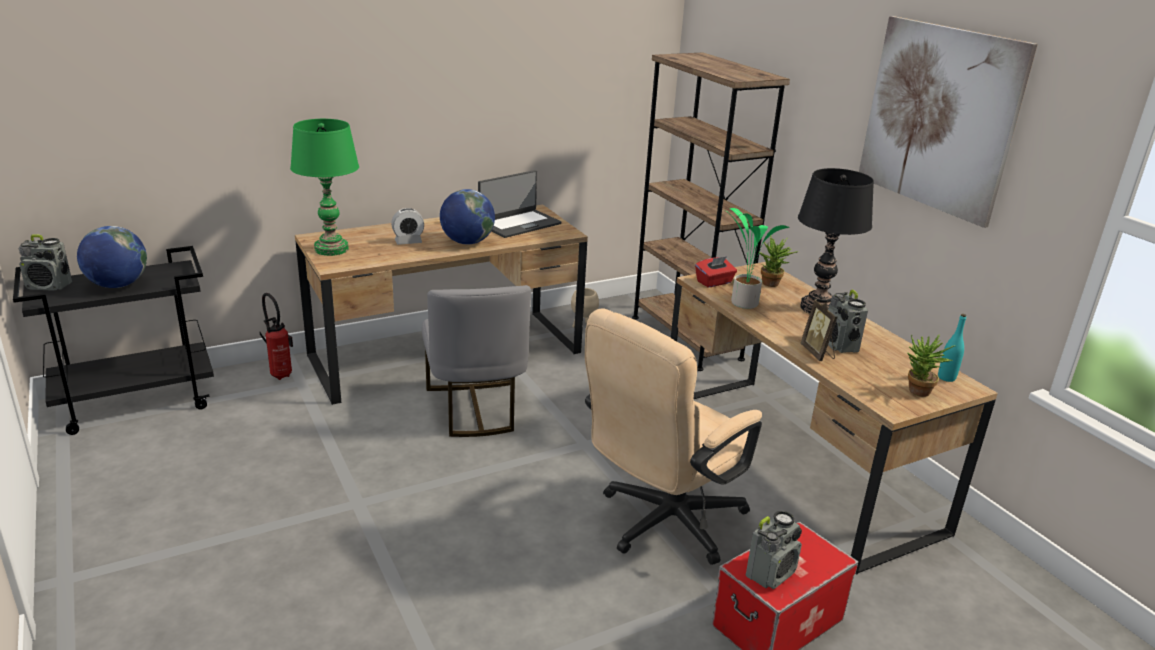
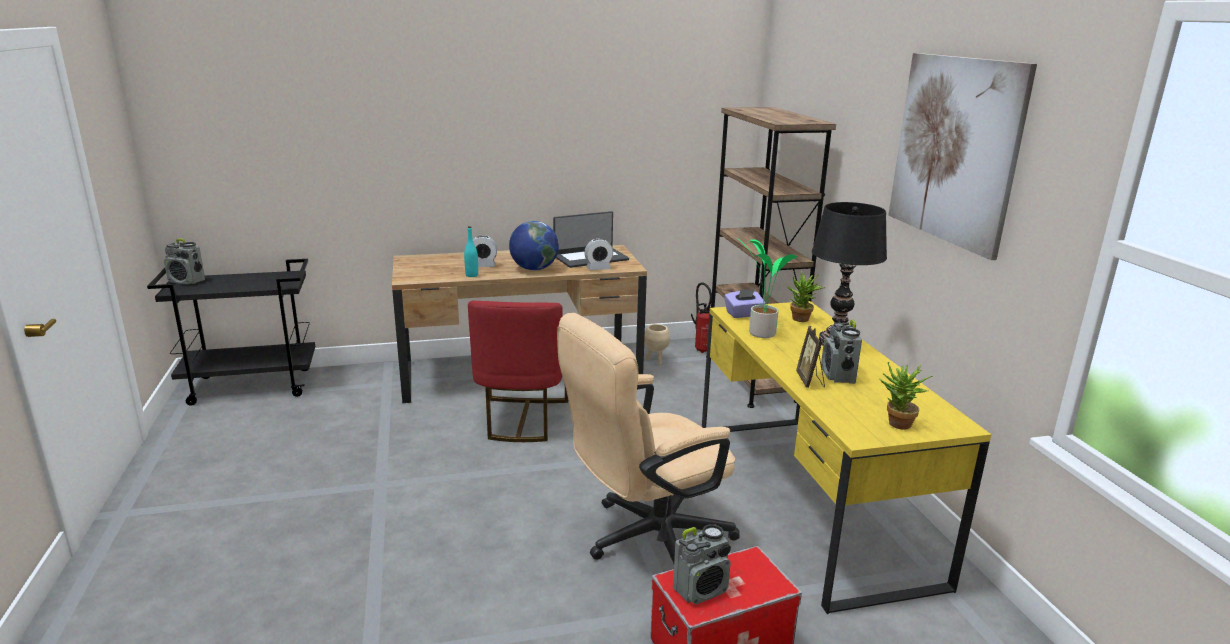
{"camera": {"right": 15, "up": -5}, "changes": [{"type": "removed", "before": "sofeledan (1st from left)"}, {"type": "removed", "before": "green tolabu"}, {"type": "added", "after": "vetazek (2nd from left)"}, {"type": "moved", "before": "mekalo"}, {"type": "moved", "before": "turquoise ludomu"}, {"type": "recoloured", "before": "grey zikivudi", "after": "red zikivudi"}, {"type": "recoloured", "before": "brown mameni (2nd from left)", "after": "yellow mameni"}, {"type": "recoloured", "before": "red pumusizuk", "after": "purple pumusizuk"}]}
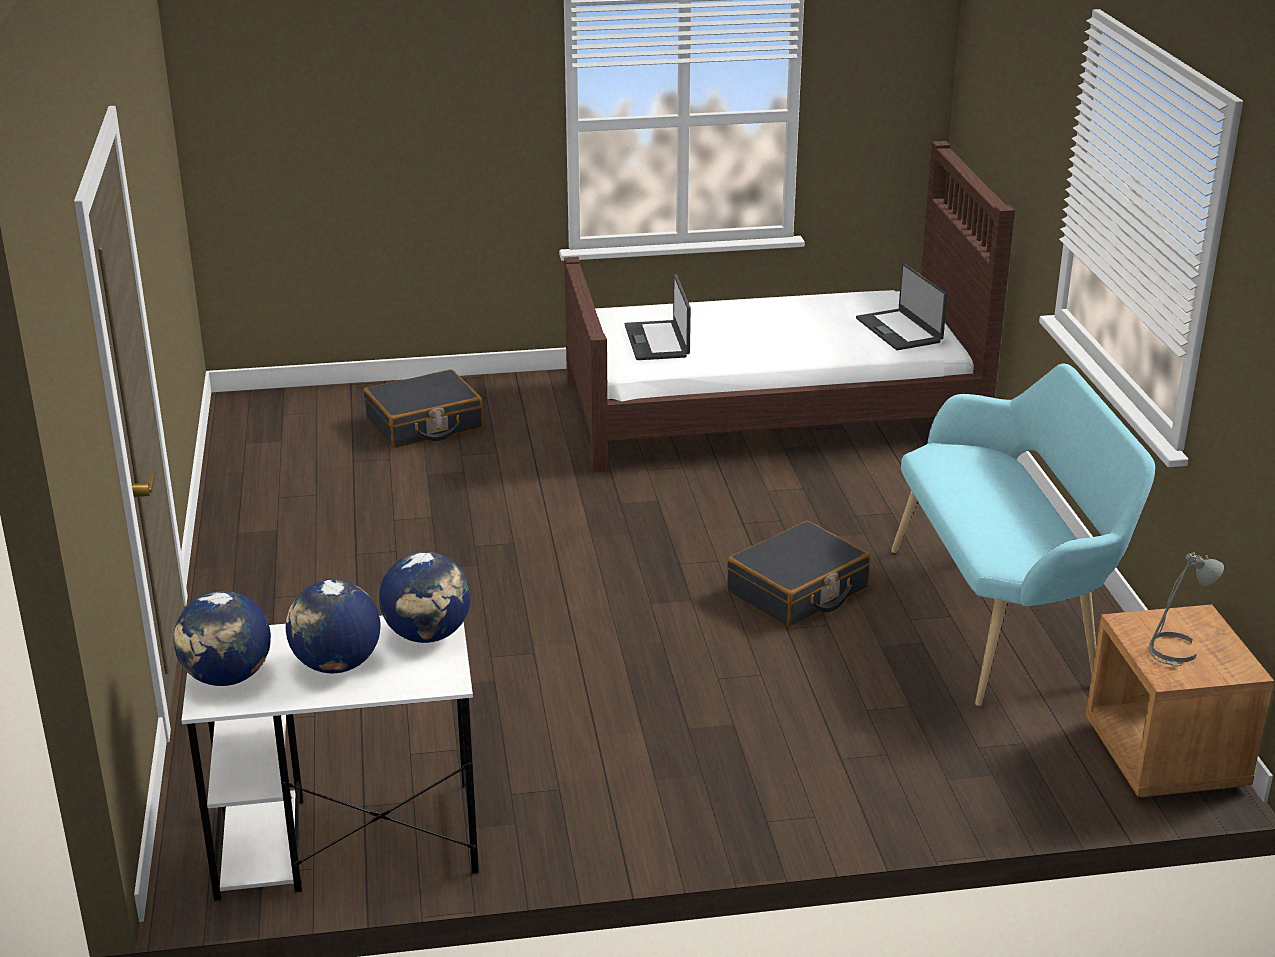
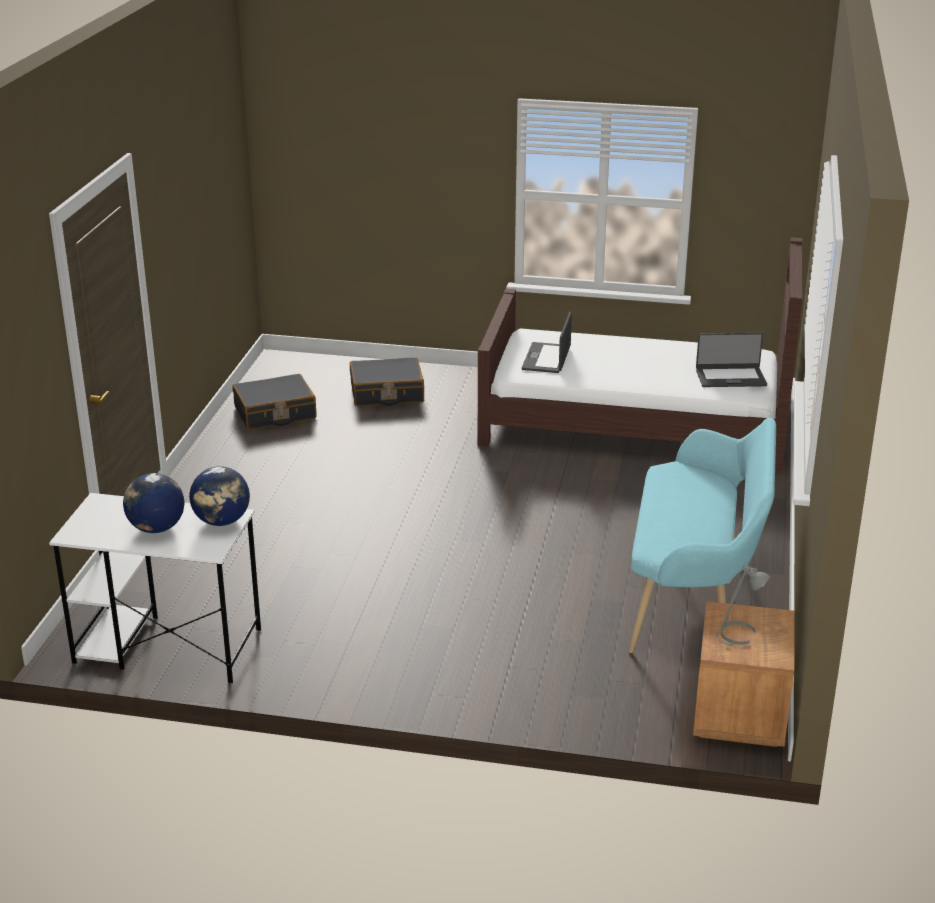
{"camera": {"right": 20, "up": 0}, "changes": [{"type": "removed", "before": "sofeledan (1st from left)"}, {"type": "moved", "before": "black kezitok (2nd from left in the first image)", "after": "black kezitok (1st from left)"}, {"type": "turned", "before": "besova (2nd from left)", "turn": -90}]}
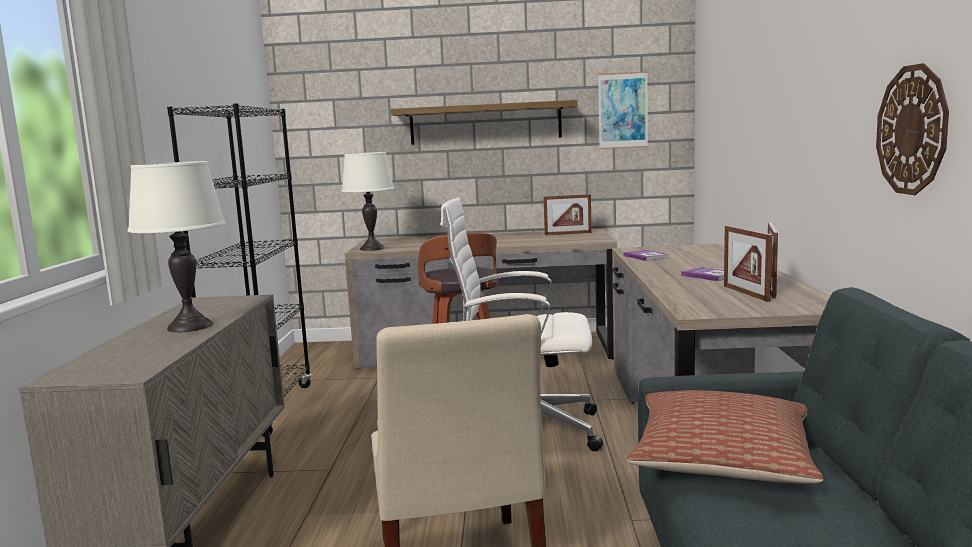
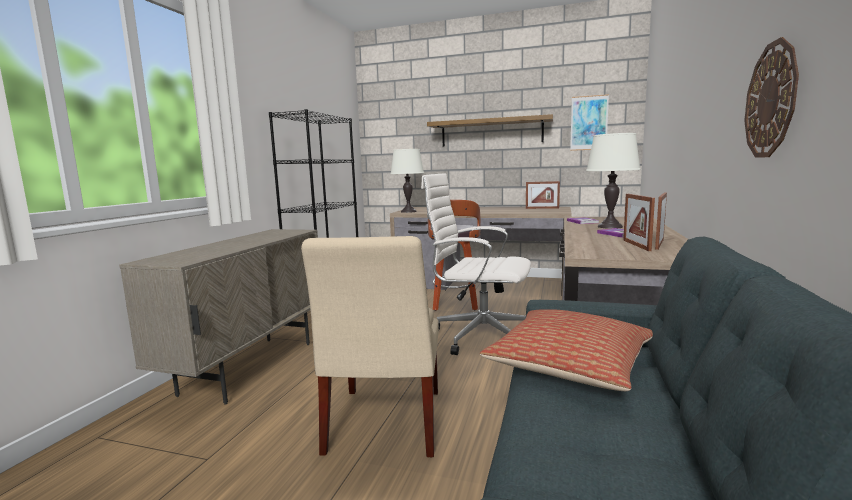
{"camera": {"right": 15, "up": 0}, "changes": [{"type": "moved", "before": "white tolabu (1st from left in the first image)", "after": "white tolabu (2nd from left)"}]}
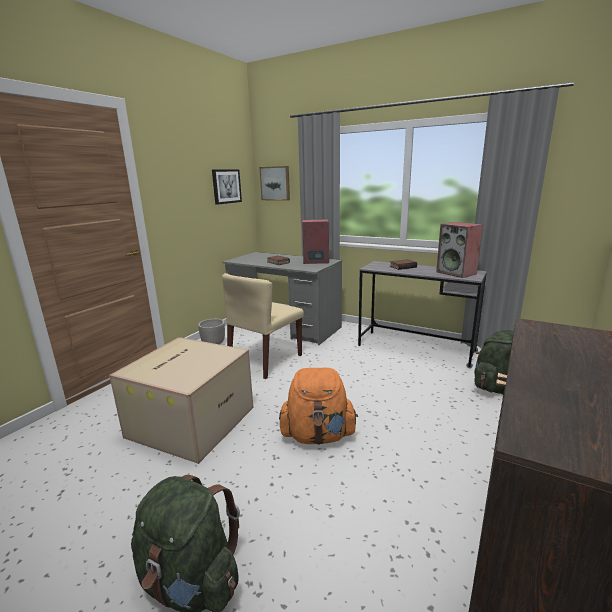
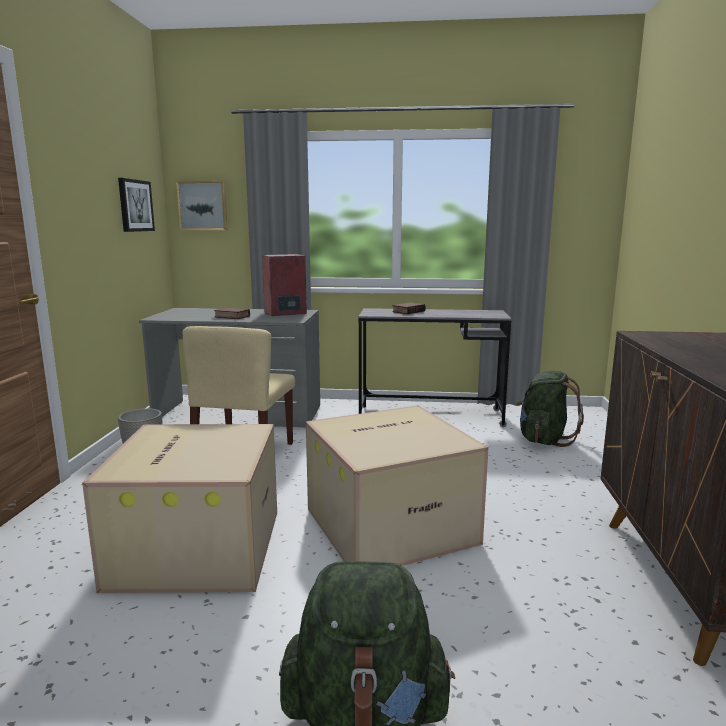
{"camera": {"right": -25, "up": -5}, "changes": [{"type": "removed", "before": "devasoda (2nd from left)"}, {"type": "replaced", "before": "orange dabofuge", "after": "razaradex (2nd from left)"}]}
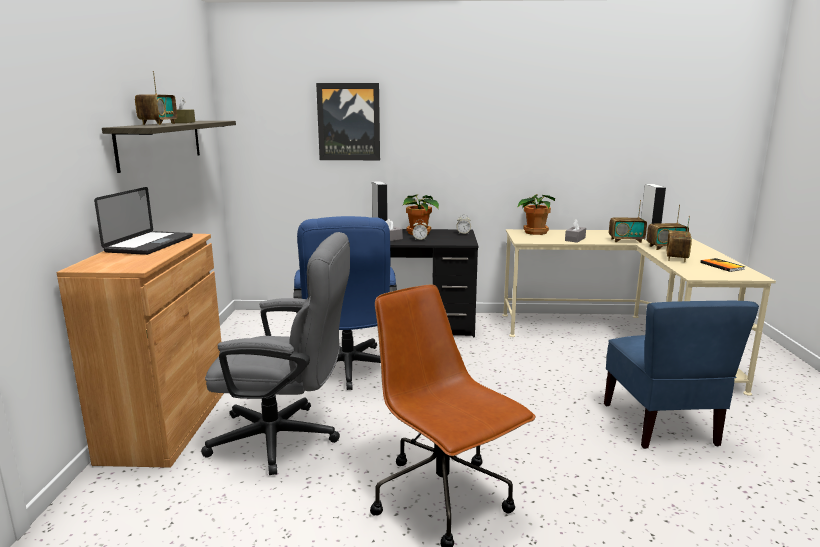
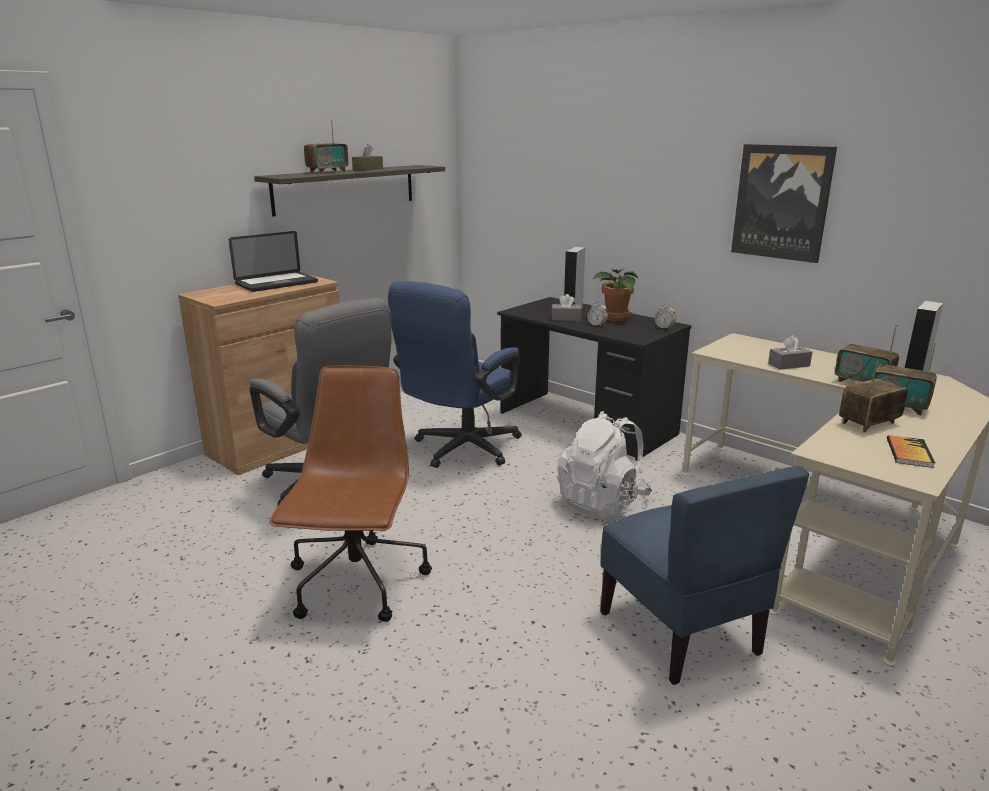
{"camera": {"right": 40, "up": 5}, "changes": [{"type": "removed", "before": "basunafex (2nd from left)"}, {"type": "added", "after": "white dabofuge"}, {"type": "moved", "before": "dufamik"}, {"type": "turned", "before": "blue zikivudi", "turn": -60}]}
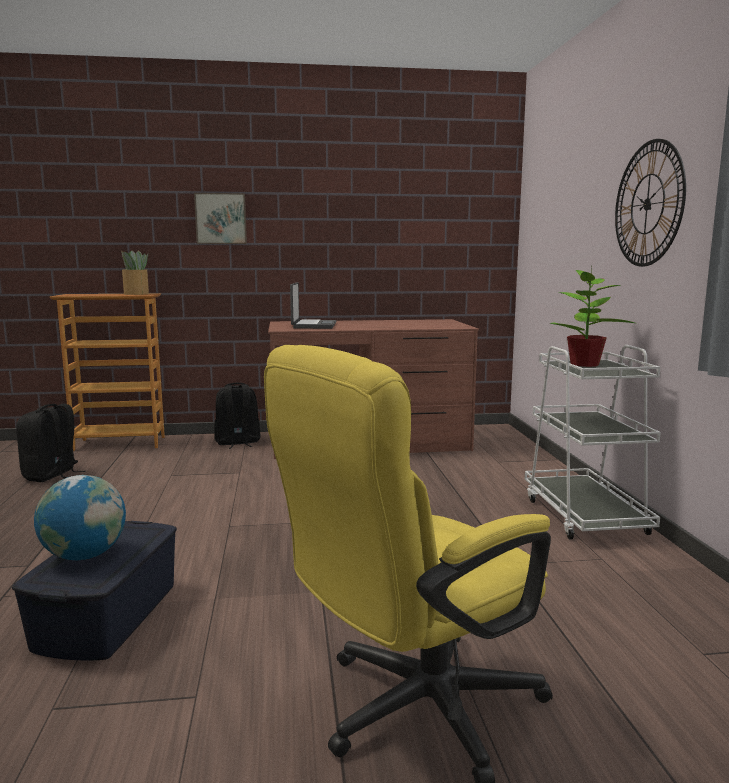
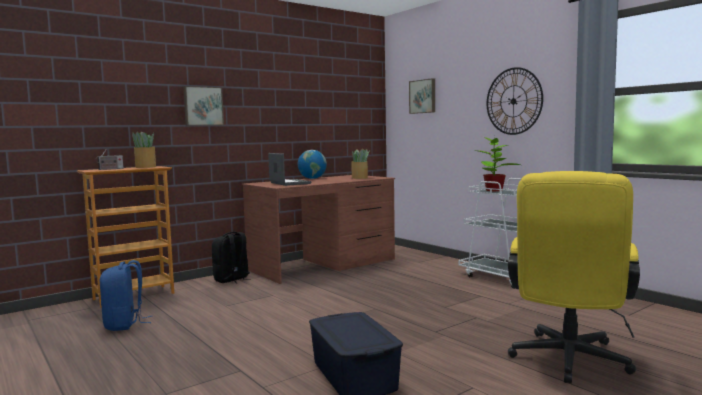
{"camera": {"right": -30, "up": -5}, "changes": [{"type": "added", "after": "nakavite"}, {"type": "added", "after": "basunafex (2nd from left)"}, {"type": "added", "after": "dufamik (2nd from left)"}, {"type": "moved", "before": "sofeledan"}, {"type": "recoloured", "before": "black dabofuge (1st from left)", "after": "blue dabofuge"}]}
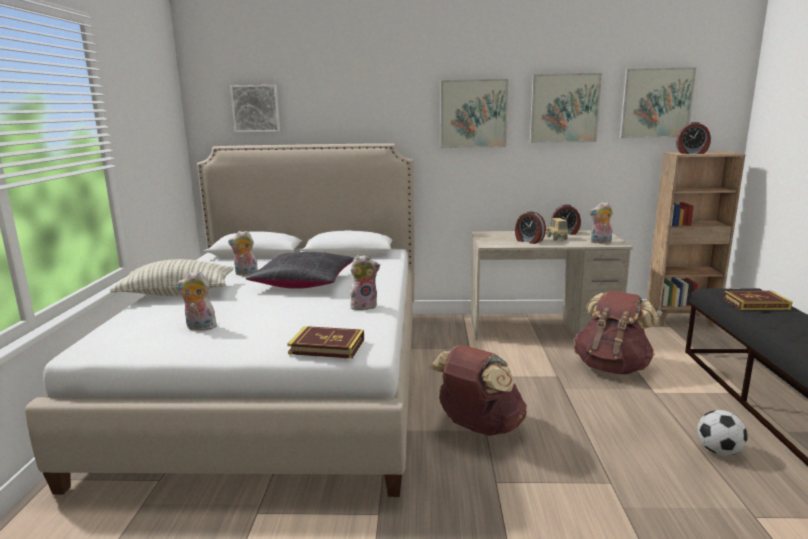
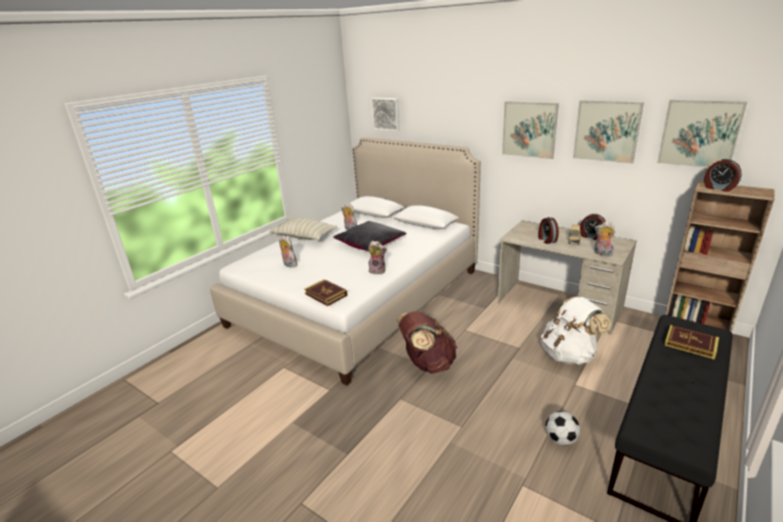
{"camera": {"right": 35, "up": 10}, "changes": [{"type": "recoloured", "before": "brown dabofuge (2nd from left)", "after": "white dabofuge"}]}
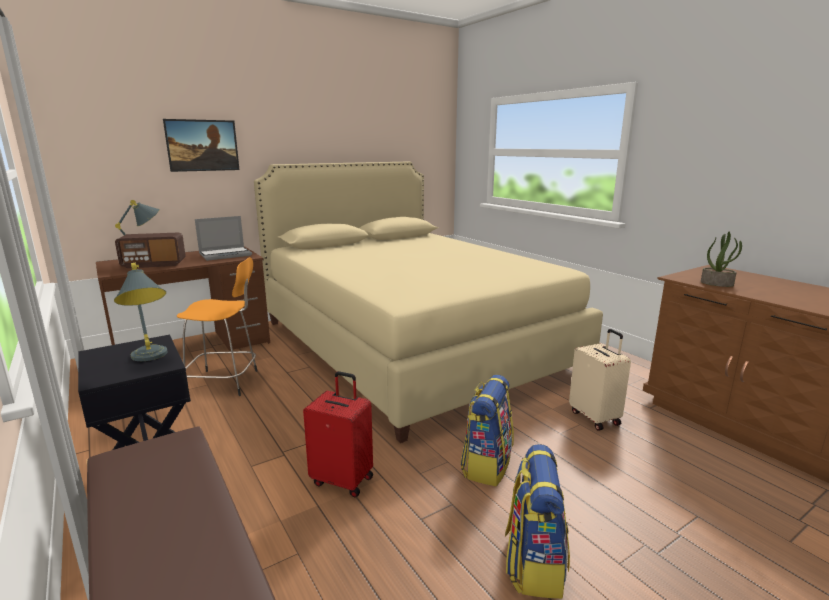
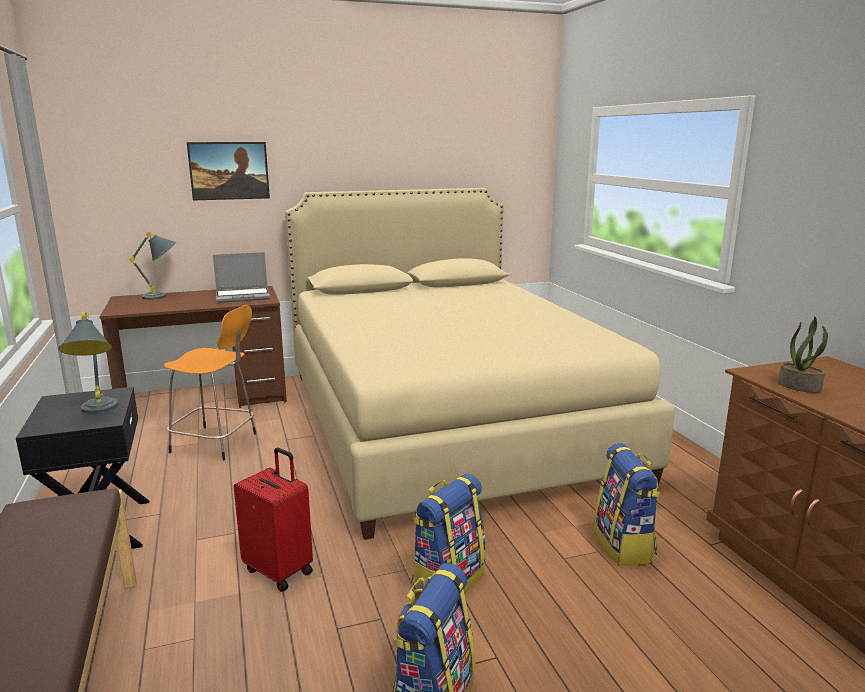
{"camera": {"right": 15, "up": 0}, "changes": [{"type": "removed", "before": "nakavite"}, {"type": "replaced", "before": "beige kezitok", "after": "dabofuge (3rd from left)"}]}
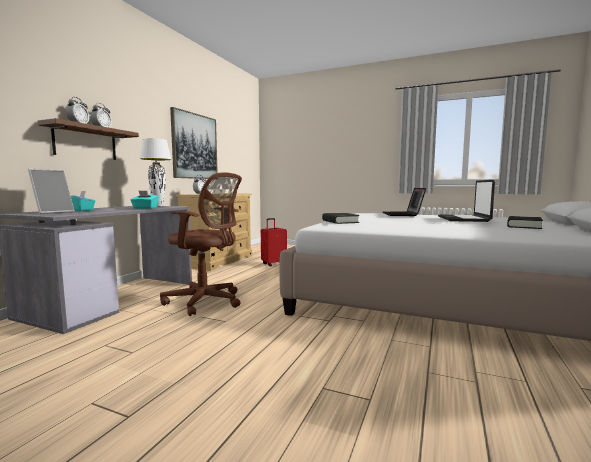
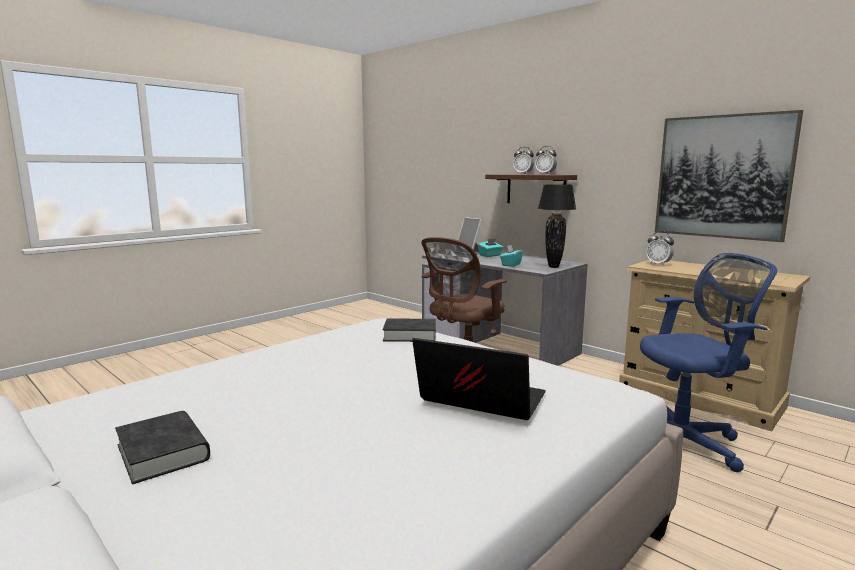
{"camera": {"right": 110, "up": 5}, "changes": [{"type": "removed", "before": "besova (2nd from left)"}, {"type": "replaced", "before": "red kezitok", "after": "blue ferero"}, {"type": "recoloured", "before": "white tolabu", "after": "black tolabu"}]}
